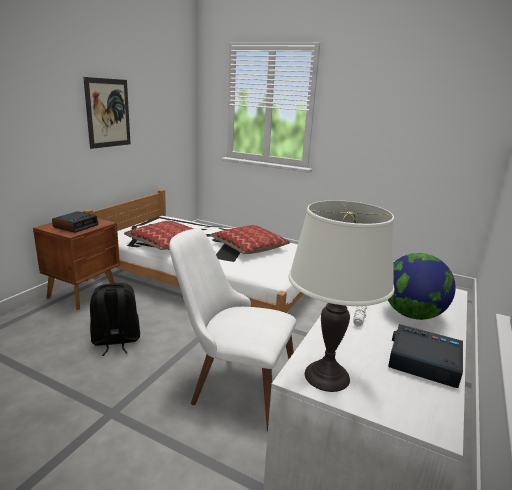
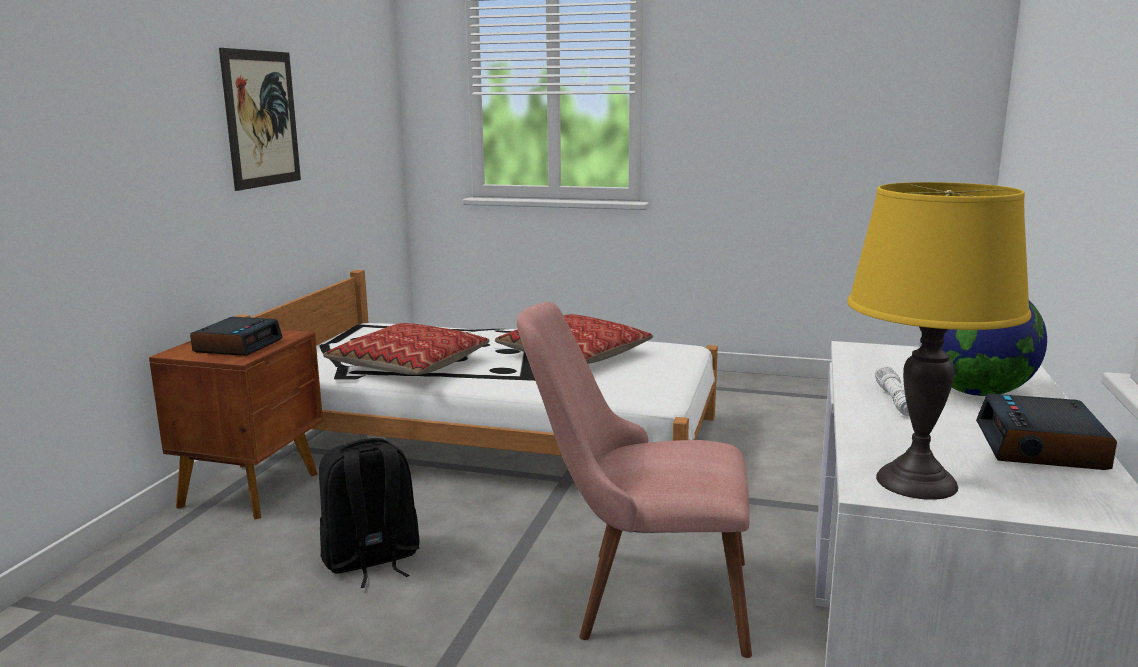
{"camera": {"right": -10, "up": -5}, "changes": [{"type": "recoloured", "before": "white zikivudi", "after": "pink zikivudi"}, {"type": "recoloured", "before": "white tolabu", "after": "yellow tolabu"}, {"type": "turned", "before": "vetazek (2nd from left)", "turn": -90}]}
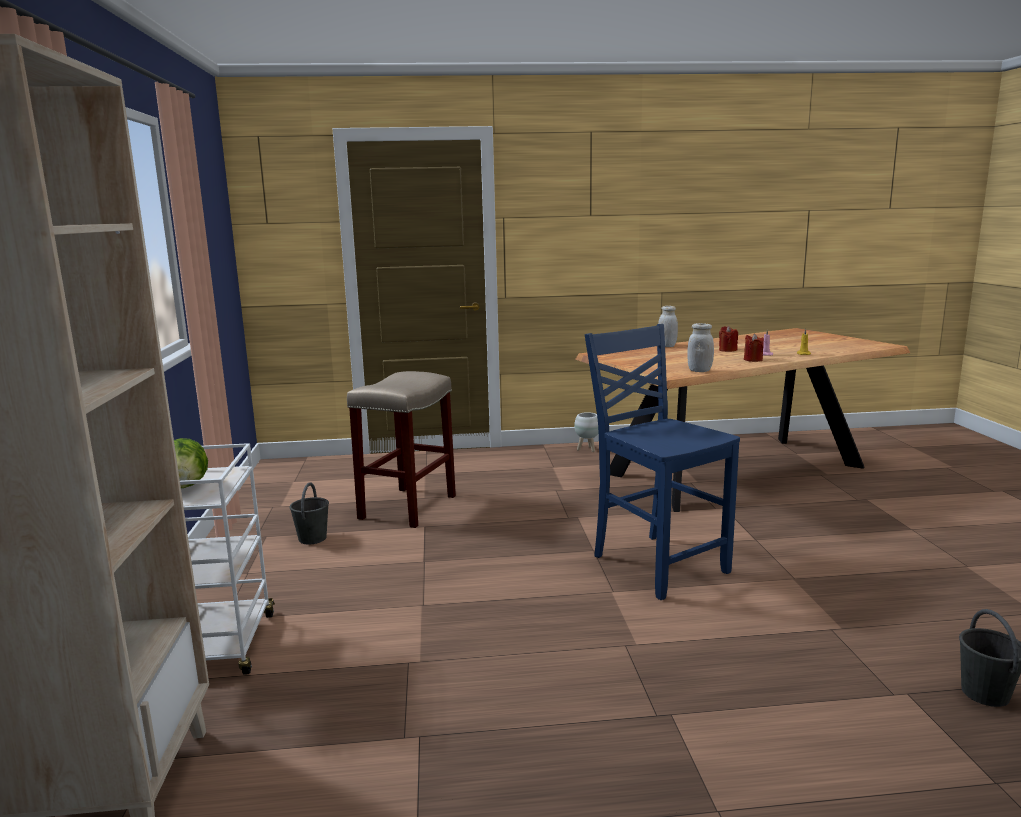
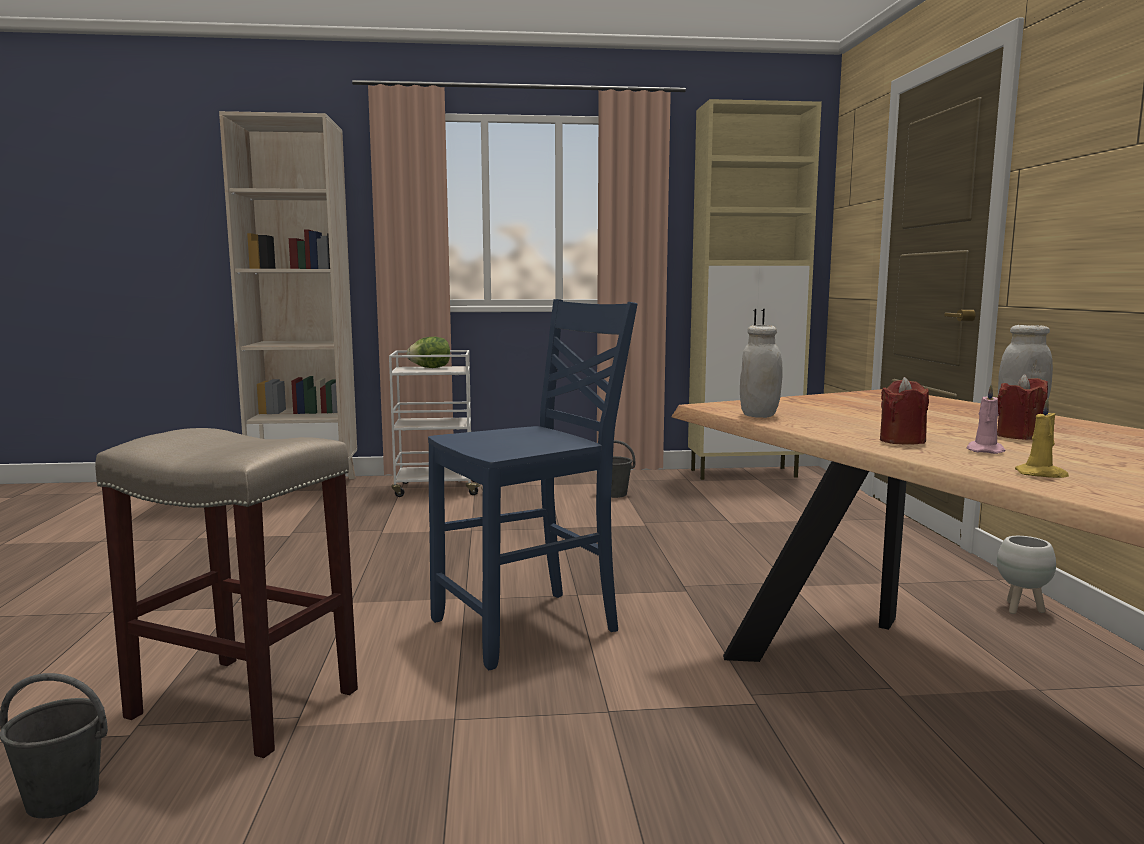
{"camera": {"right": 90, "up": -5}, "changes": [{"type": "added", "after": "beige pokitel"}, {"type": "moved", "before": "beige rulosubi"}]}
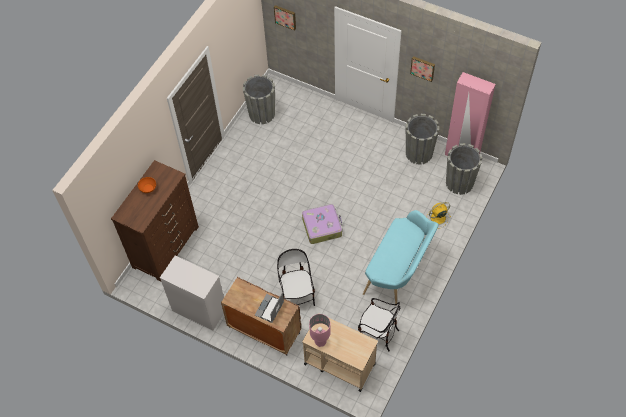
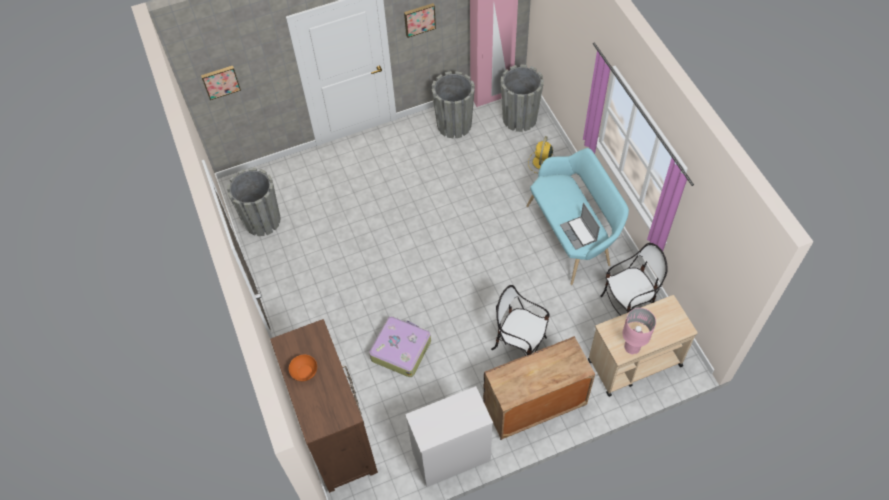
{"camera": {"right": -50, "up": 0}, "changes": [{"type": "moved", "before": "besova"}, {"type": "moved", "before": "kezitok"}]}
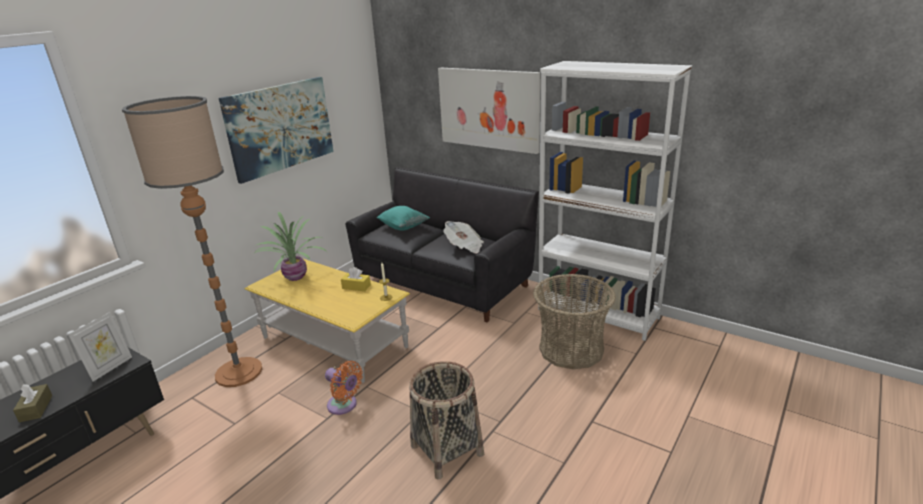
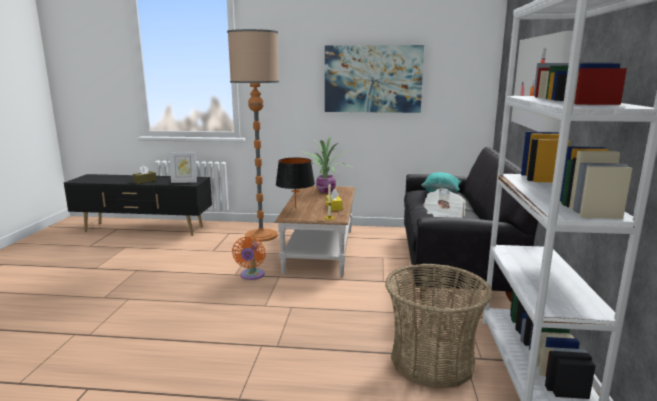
{"camera": {"right": 60, "up": -10}, "changes": [{"type": "removed", "before": "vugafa (1st from left)"}, {"type": "added", "after": "black tolabu"}, {"type": "recoloured", "before": "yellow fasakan", "after": "brown fasakan"}]}
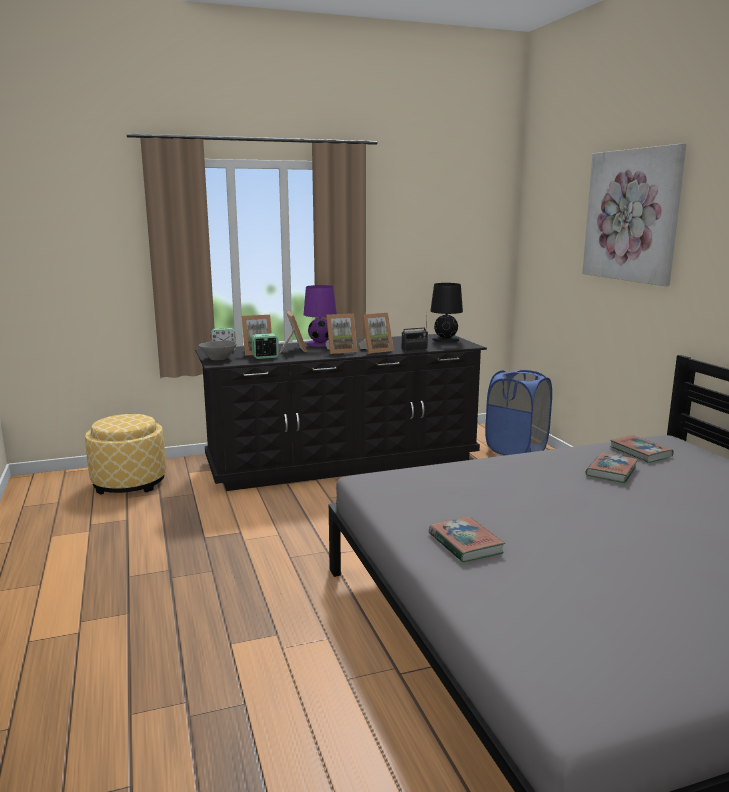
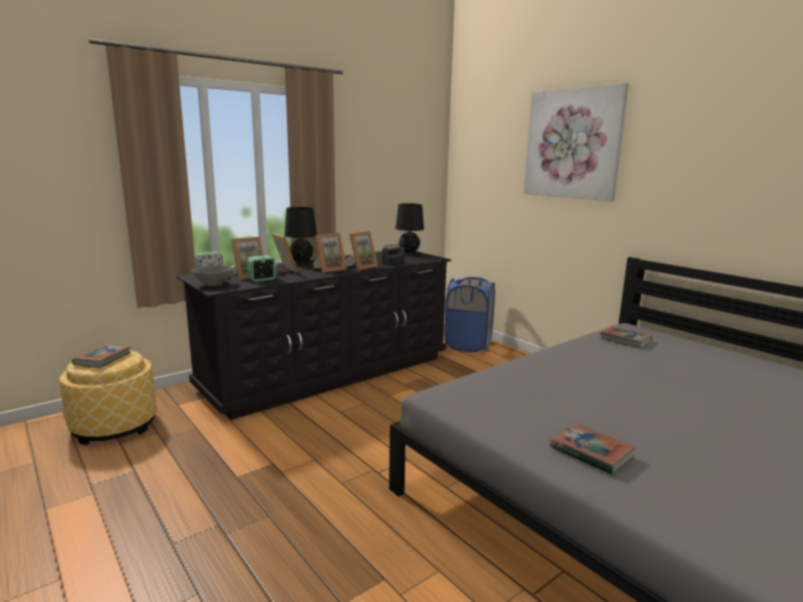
{"camera": {"right": -20, "up": 0}, "changes": [{"type": "moved", "before": "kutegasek (2nd from left in the first image)", "after": "kutegasek (1st from left)"}, {"type": "recoloured", "before": "purple tolabu", "after": "black tolabu (1st from left)"}]}
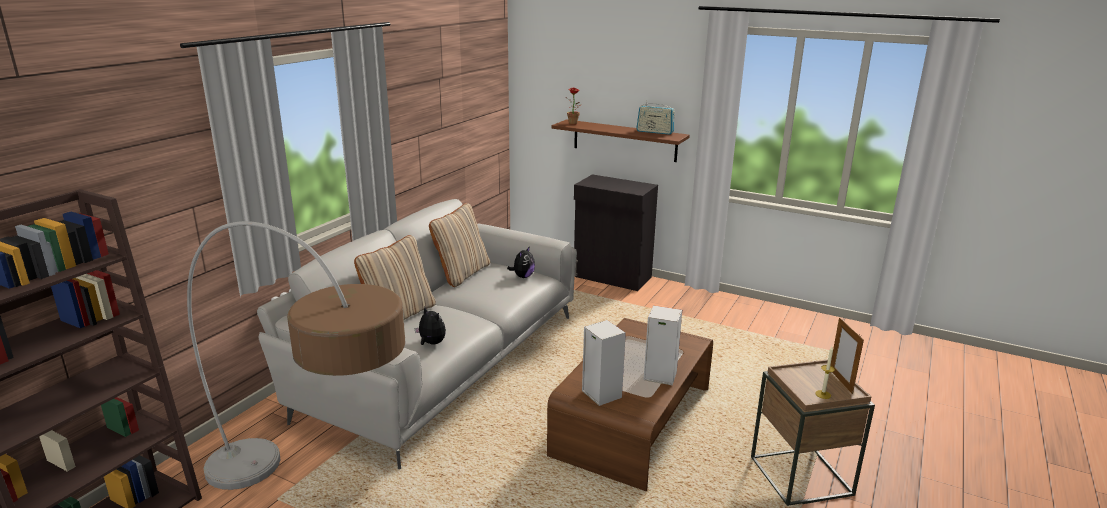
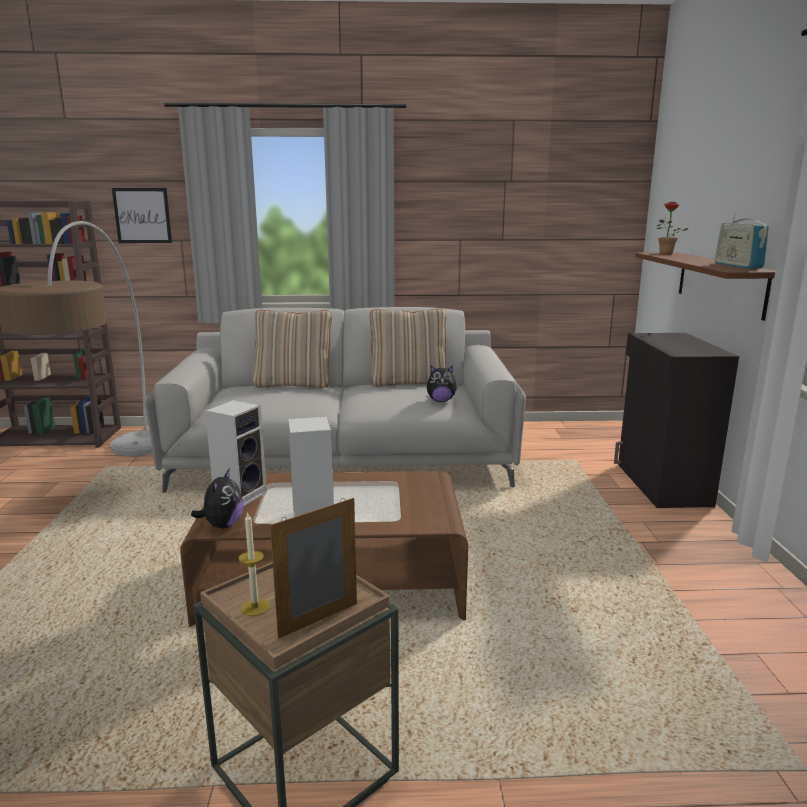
{"camera": {"right": 60, "up": -5}, "changes": [{"type": "added", "after": "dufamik"}, {"type": "moved", "before": "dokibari (1st from left)"}]}
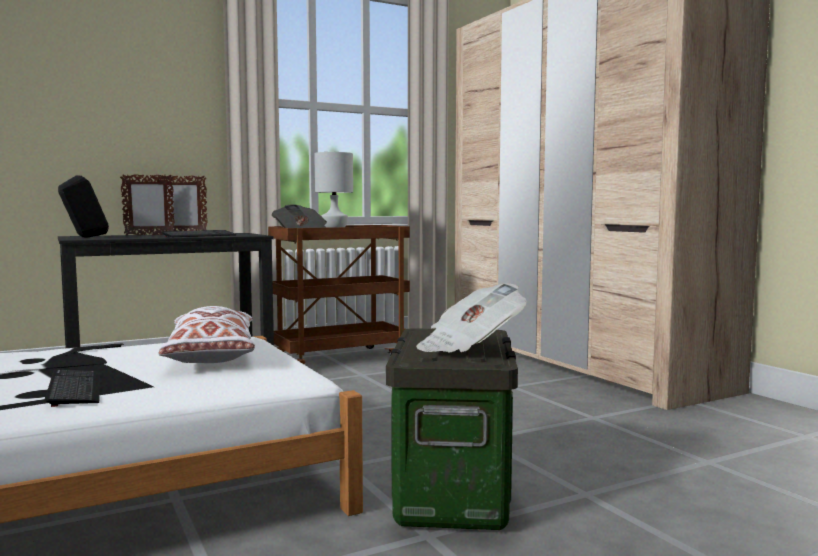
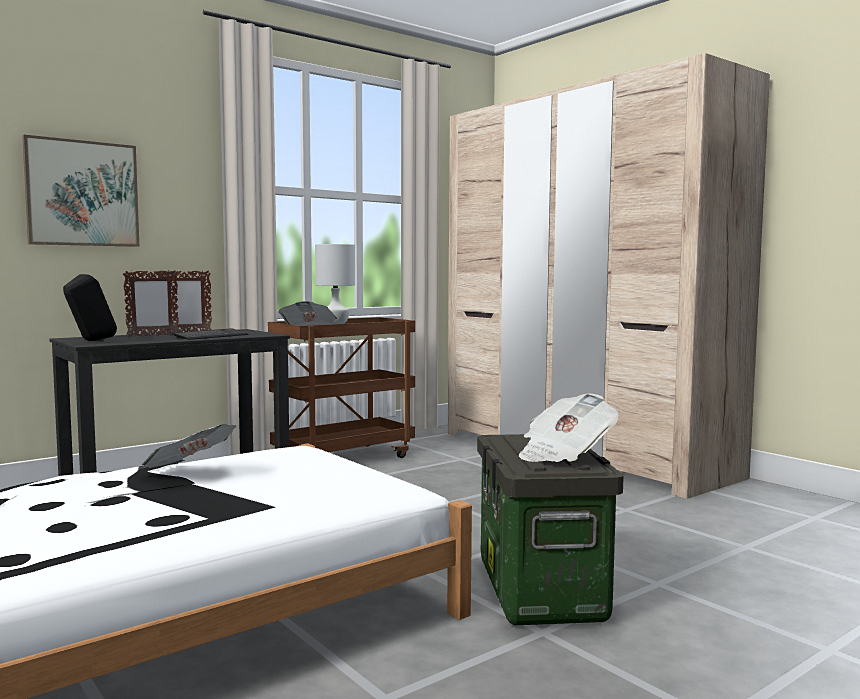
{"camera": {"right": -10, "up": 0}, "changes": [{"type": "removed", "before": "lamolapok (1st from left)"}, {"type": "removed", "before": "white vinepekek"}, {"type": "added", "after": "dufamik"}, {"type": "added", "after": "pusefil (1st from left)"}]}
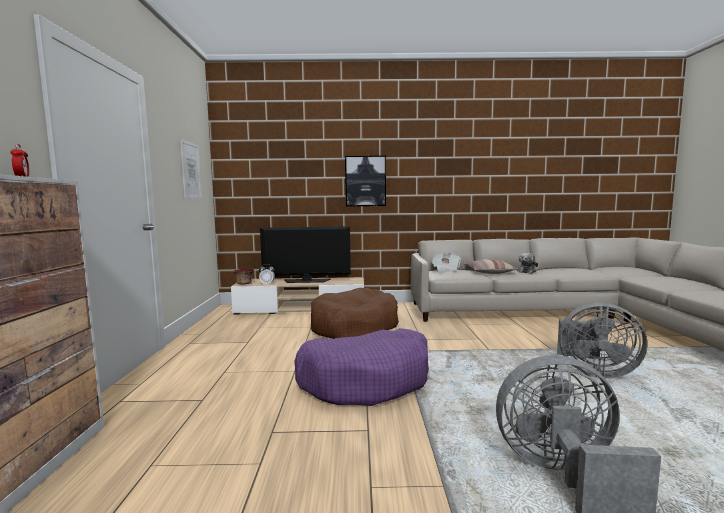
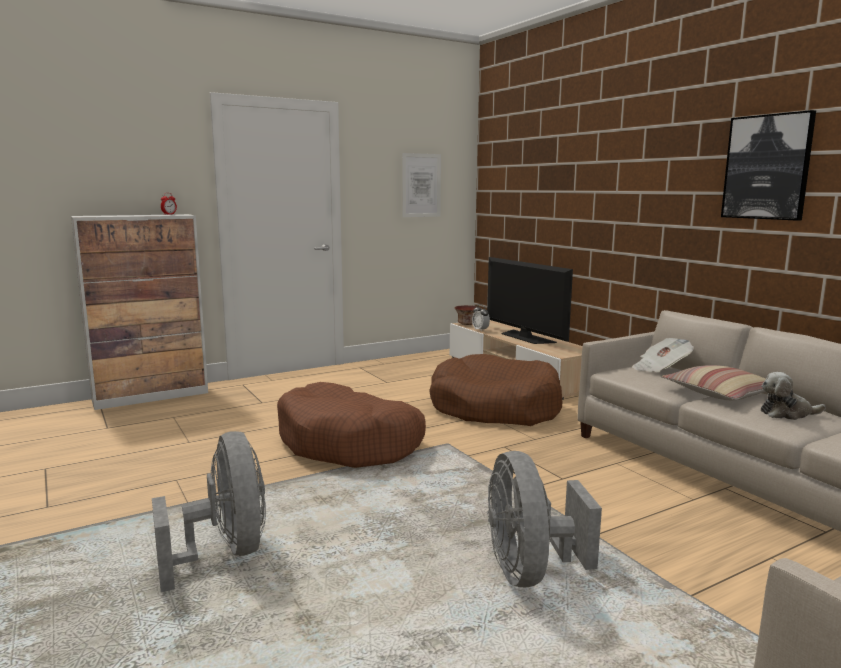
{"camera": {"right": 60, "up": 5}, "changes": [{"type": "moved", "before": "dufamik (2nd from left)"}, {"type": "recoloured", "before": "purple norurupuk", "after": "brown norurupuk (1st from left)"}]}
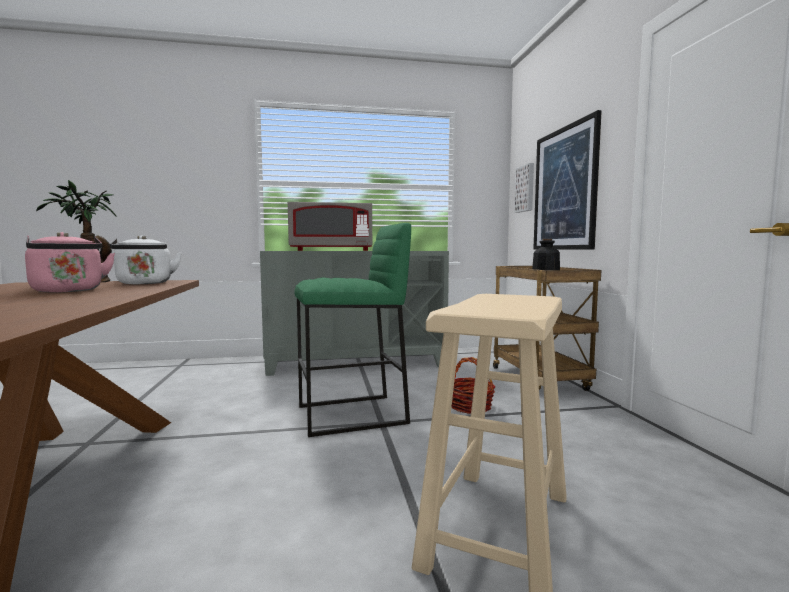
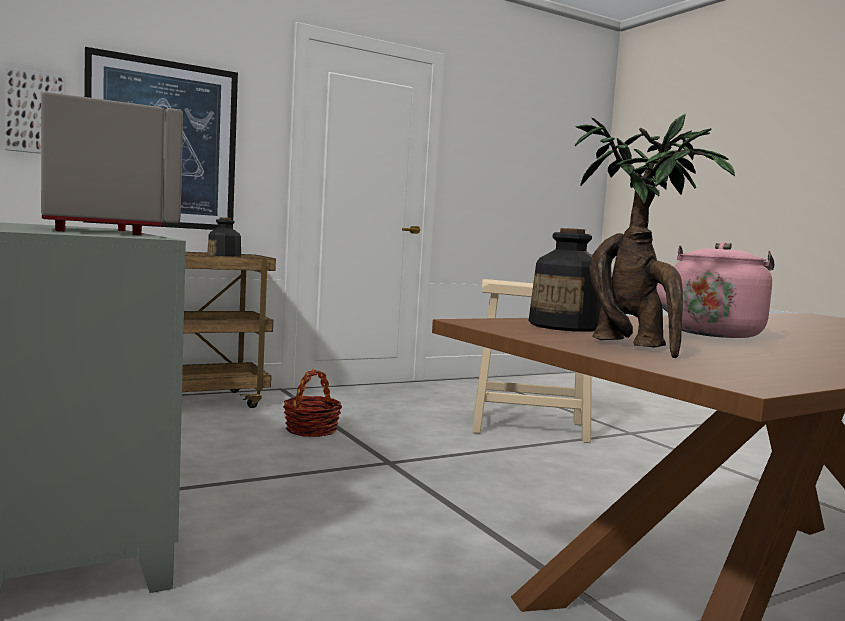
{"camera": {"right": -110, "up": 0}, "changes": [{"type": "removed", "before": "green rulosubi"}, {"type": "replaced", "before": "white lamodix", "after": "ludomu (2nd from left)"}]}
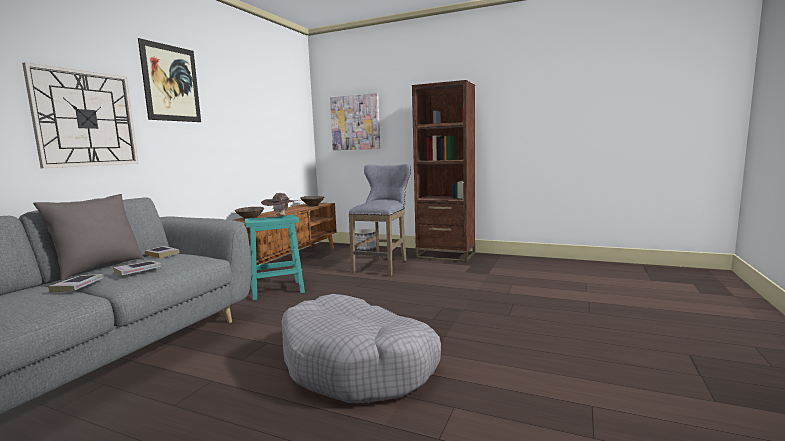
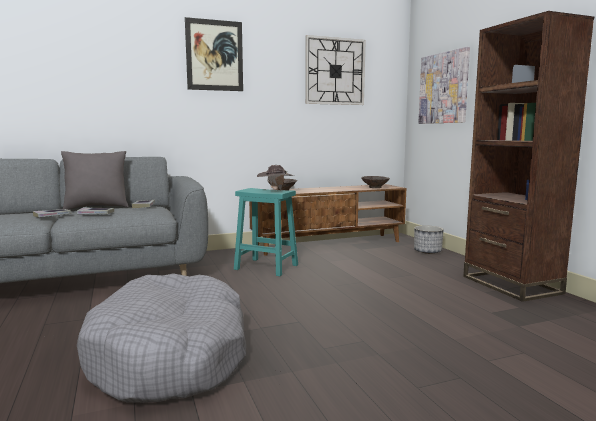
{"camera": {"right": 45, "up": 0}, "changes": [{"type": "removed", "before": "grey rulosubi"}, {"type": "moved", "before": "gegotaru"}]}
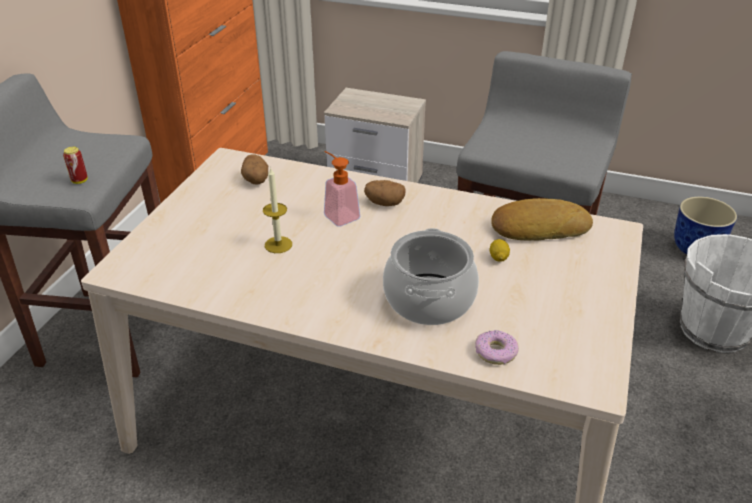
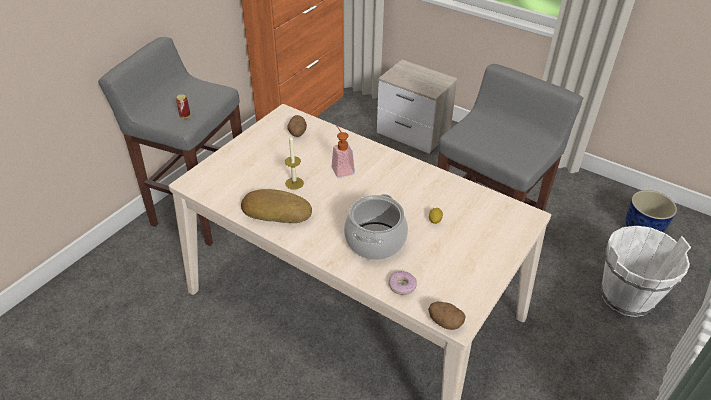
{"camera": {"right": 15, "up": 5}, "changes": [{"type": "moved", "before": "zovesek (2nd from left)"}, {"type": "moved", "before": "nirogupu"}]}
